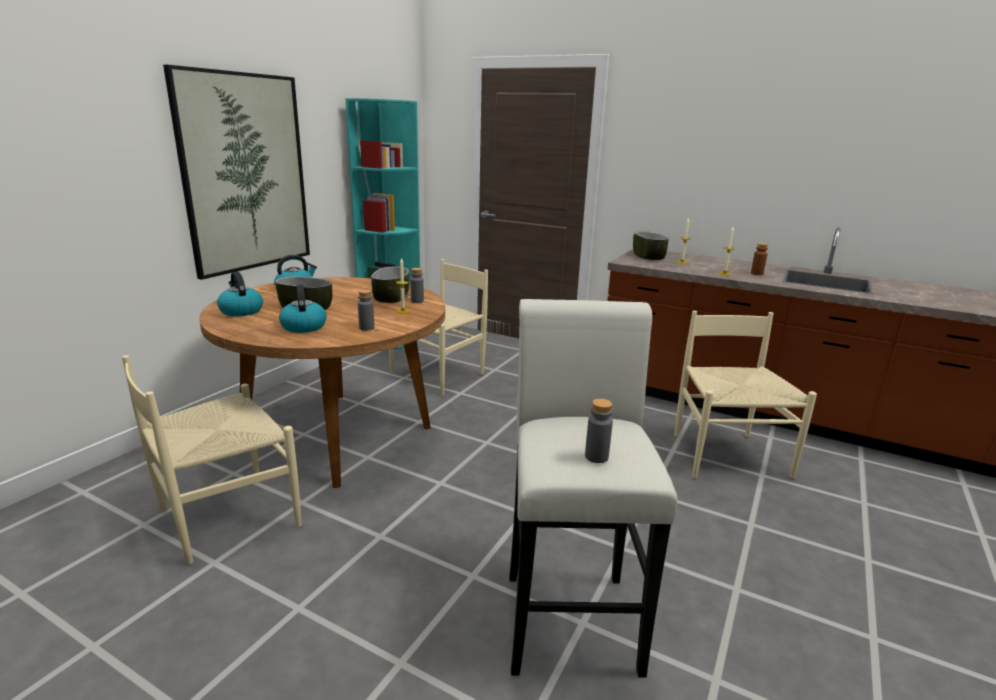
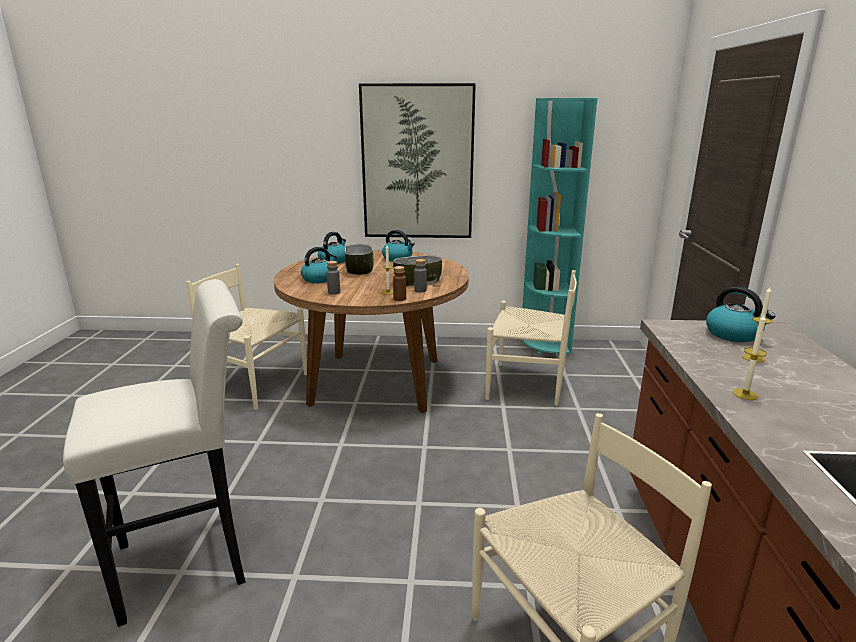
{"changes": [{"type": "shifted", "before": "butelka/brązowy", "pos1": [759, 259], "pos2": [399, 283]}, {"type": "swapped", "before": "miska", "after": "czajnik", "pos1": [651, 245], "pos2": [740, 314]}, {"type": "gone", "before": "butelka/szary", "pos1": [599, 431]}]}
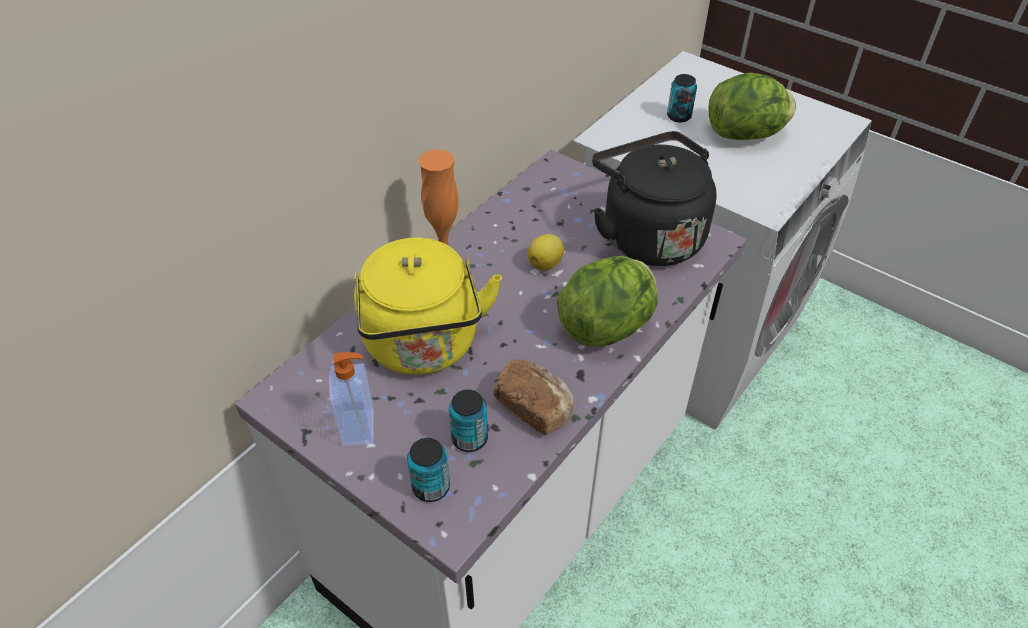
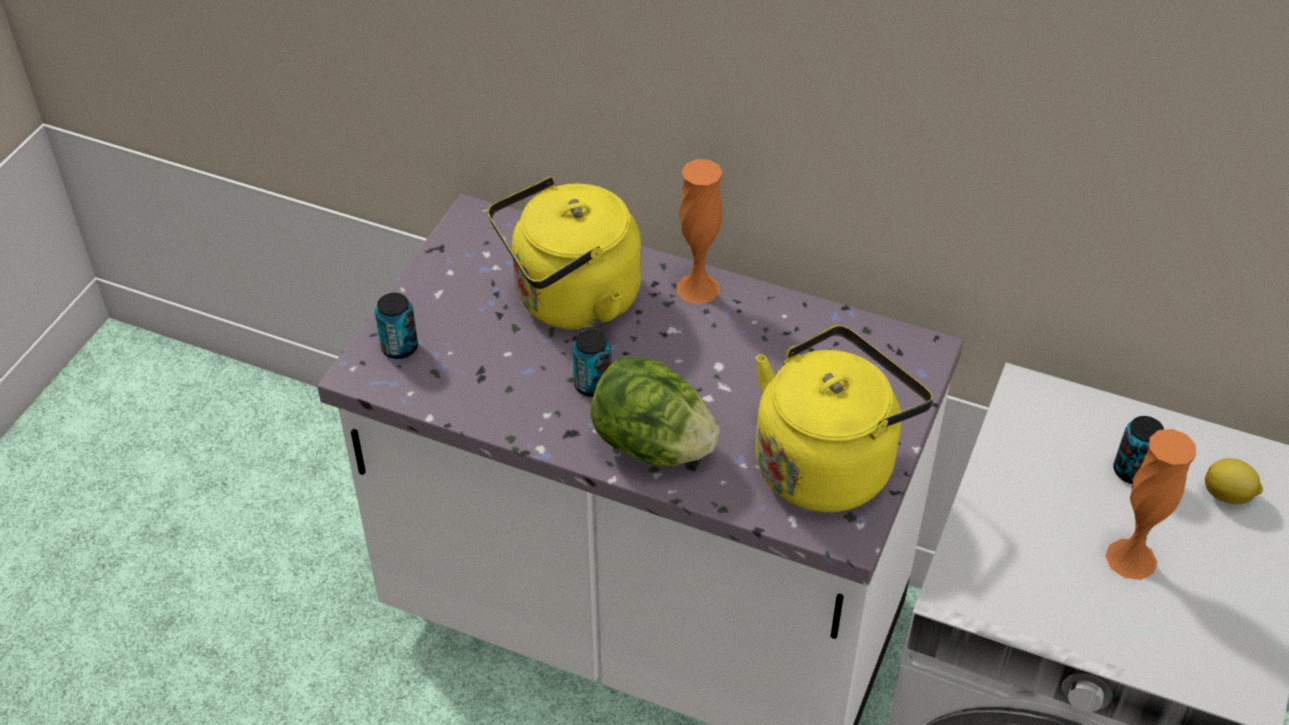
{"changes": [{"type": "shifted", "before": "puszka", "pos1": [468, 420], "pos2": [591, 363]}, {"type": "repainted", "before": "czajnik/czarny", "after": "czajnik/żółty", "pos1": [654, 198], "pos2": [844, 418]}, {"type": "swapped", "before": "sałata", "after": "wazon/pomarańczowy", "pos1": [752, 106], "pos2": [1150, 504]}, {"type": "shifted", "before": "cytryna", "pos1": [546, 252], "pos2": [1234, 481]}, {"type": "gone", "before": "dozownik mydła", "pos1": [351, 399]}, {"type": "gone", "before": "chleb", "pos1": [533, 397]}]}
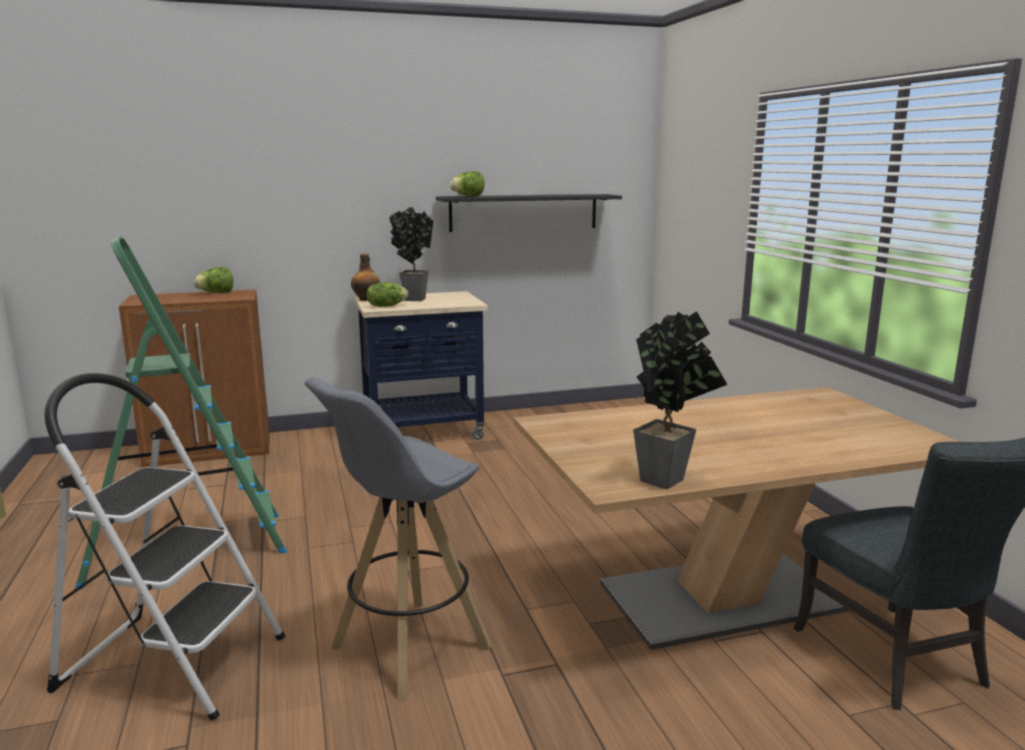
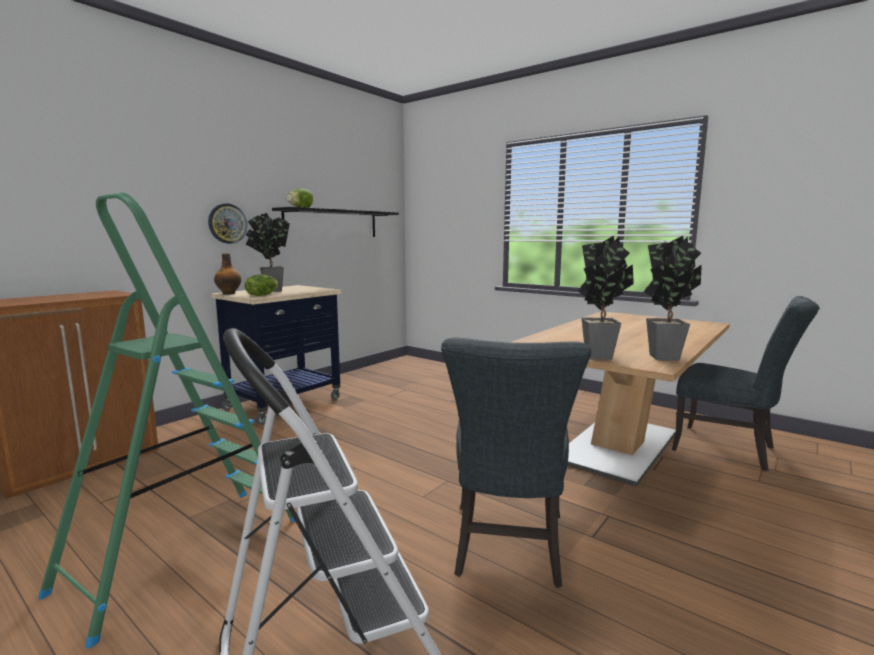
{"changes": [{"type": "new", "after": "zegar ścienny", "pos2": [227, 223]}, {"type": "swapped", "before": "stołek/szary", "after": "krzesło/szary", "pos1": [397, 538], "pos2": [516, 462]}, {"type": "new", "after": "roślina doniczkowa", "pos2": [606, 298]}, {"type": "gone", "before": "sałata", "pos1": [213, 280]}]}
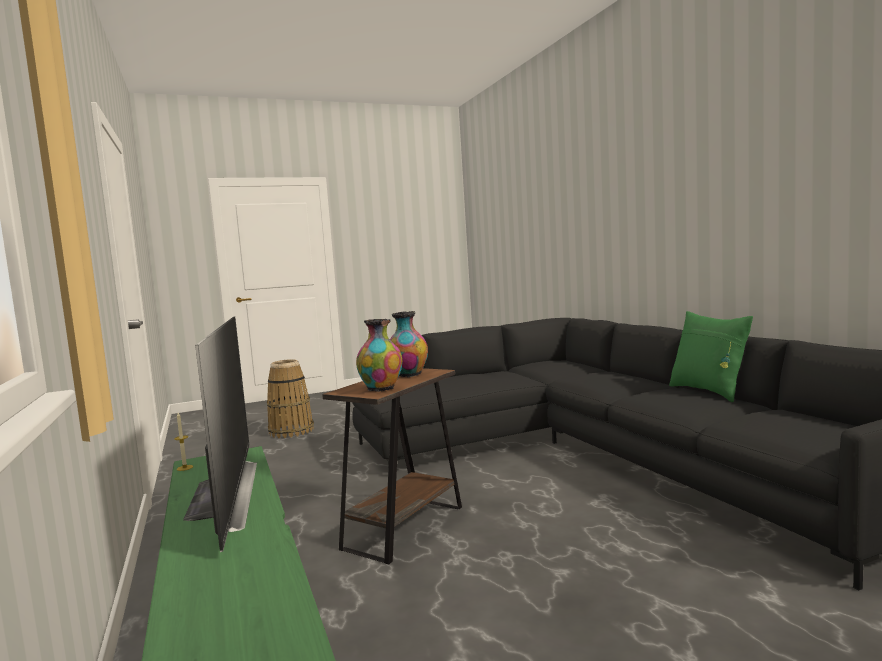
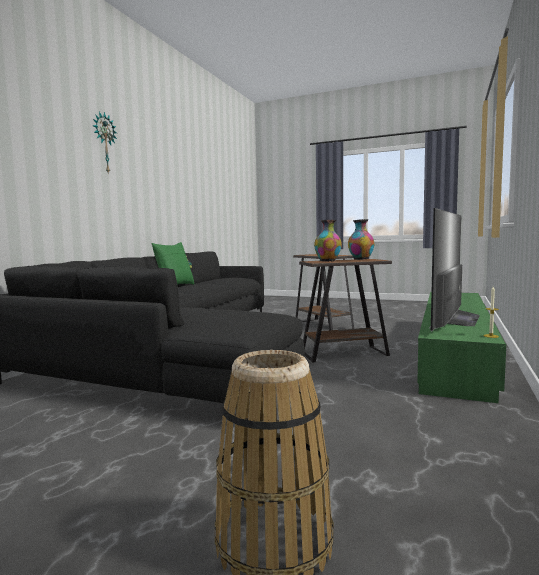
{"changes": [{"type": "new", "after": "zegar ścienny", "pos2": [104, 142]}, {"type": "new", "after": "stolik/brązowy", "pos2": [323, 292]}]}
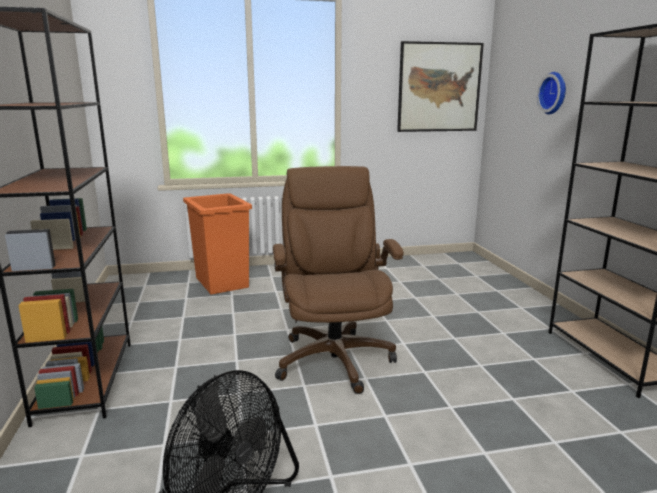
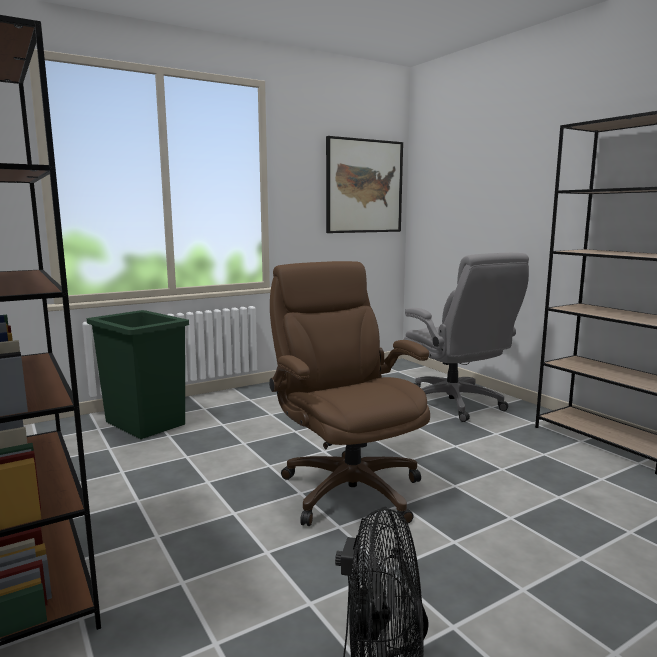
{"changes": [{"type": "repainted", "before": "kosz na śmieci/pomarańczowy", "after": "kosz na śmieci/zielony", "pos1": [217, 244], "pos2": [138, 374]}, {"type": "new", "after": "krzesło biurowe/szary", "pos2": [466, 337]}, {"type": "gone", "before": "zegar ścienny", "pos1": [551, 93]}]}
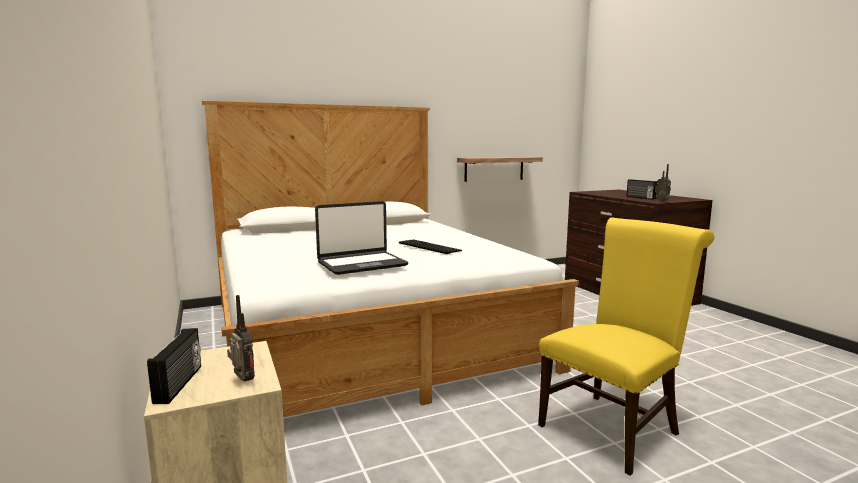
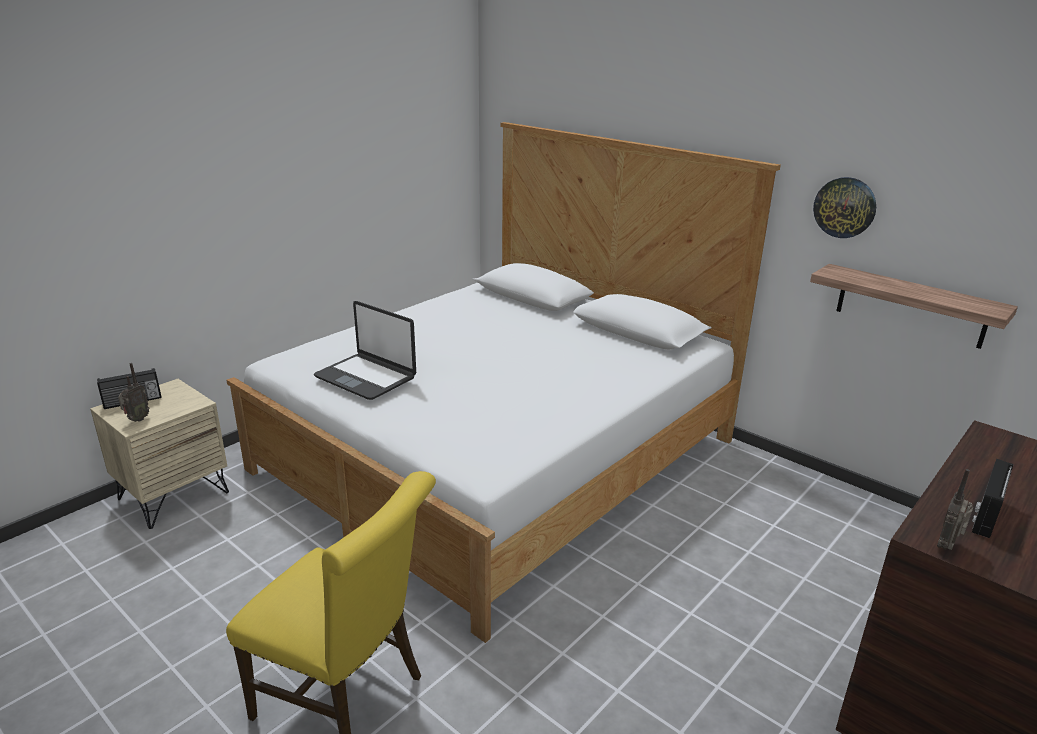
{"changes": [{"type": "new", "after": "zegar ścienny", "pos2": [844, 207]}, {"type": "gone", "before": "klawiatura", "pos1": [430, 246]}]}
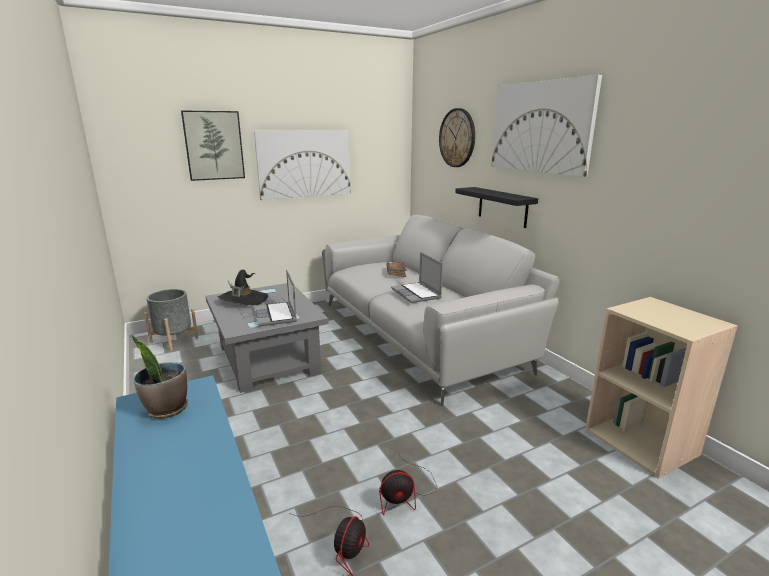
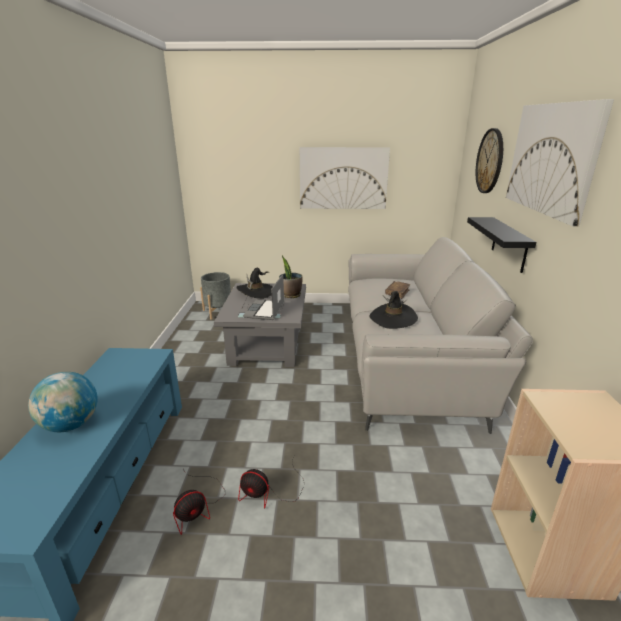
{"changes": [{"type": "new", "after": "globus", "pos2": [62, 402]}, {"type": "shifted", "before": "roślina doniczkowa", "pos1": [160, 377], "pos2": [291, 276]}, {"type": "swapped", "before": "laptop", "after": "kapelusz/czarny", "pos1": [417, 277], "pos2": [393, 310]}, {"type": "gone", "before": "obraz", "pos1": [213, 145]}]}
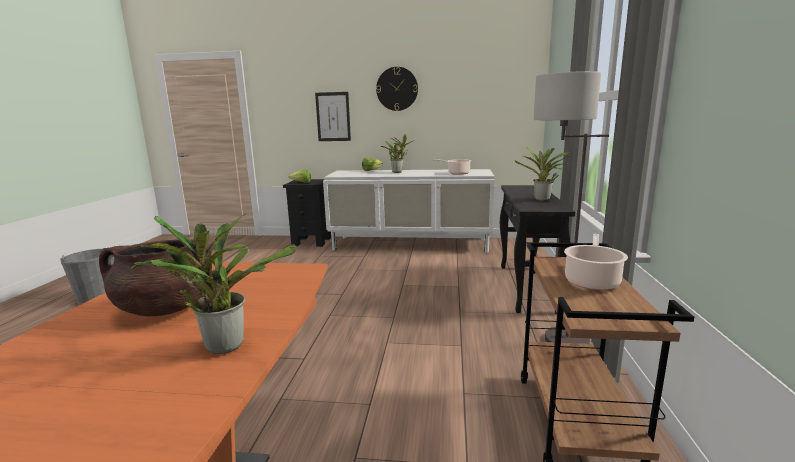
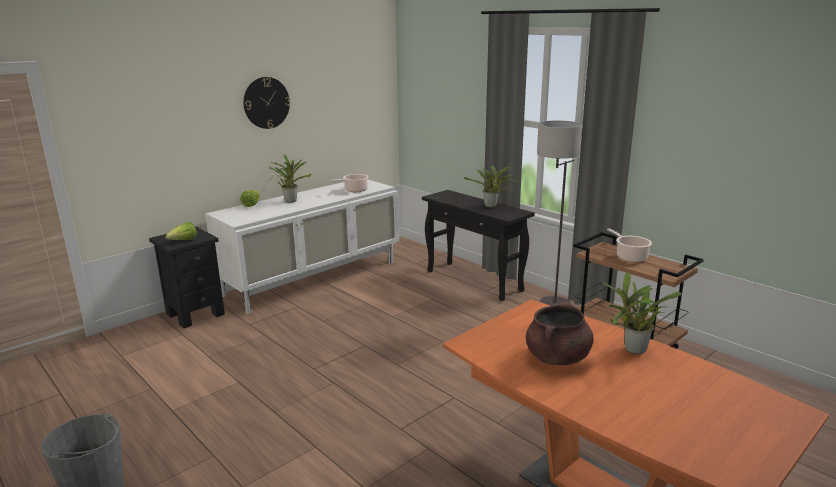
{"changes": [{"type": "gone", "before": "obraz", "pos1": [333, 116]}]}
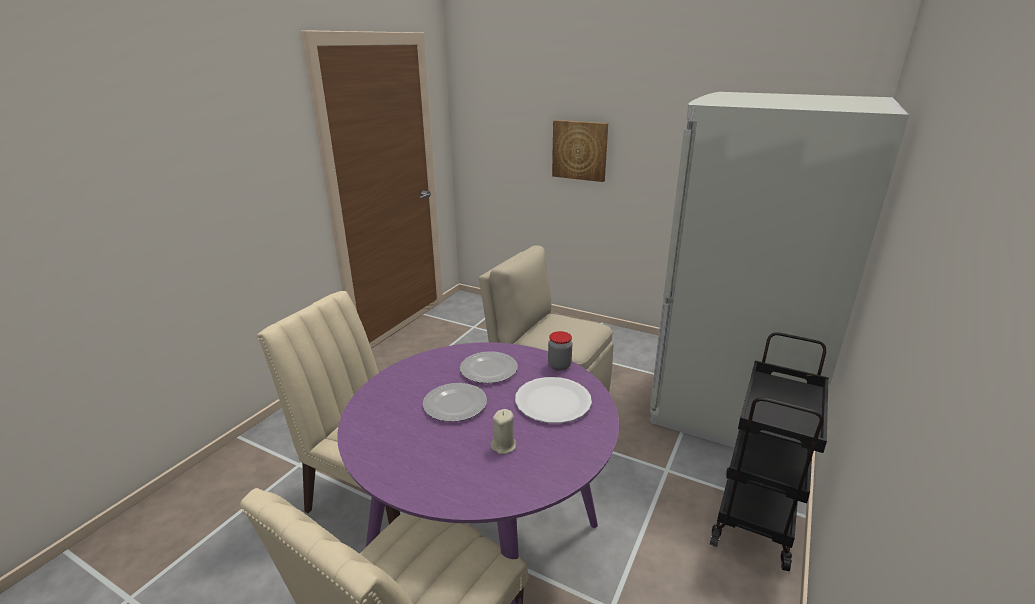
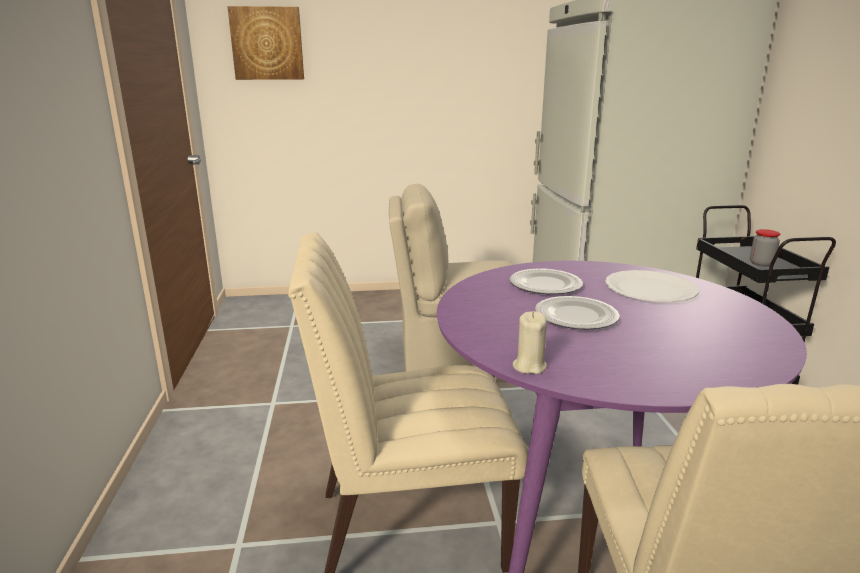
{"changes": [{"type": "shifted", "before": "obraz", "pos1": [580, 151], "pos2": [265, 43]}, {"type": "shifted", "before": "świeca/beżowy", "pos1": [503, 431], "pos2": [530, 342]}, {"type": "shifted", "before": "słoik", "pos1": [560, 351], "pos2": [765, 247]}]}
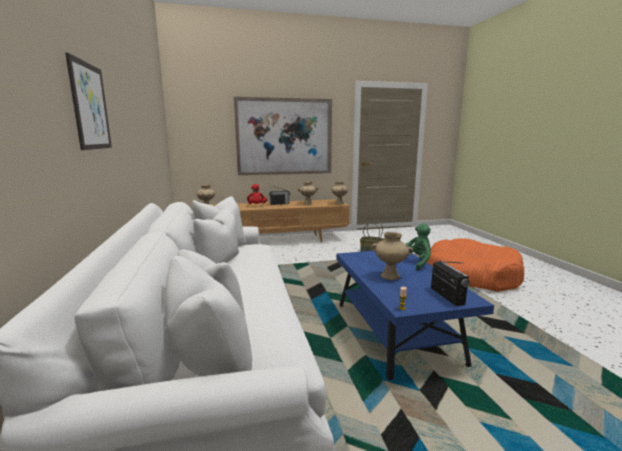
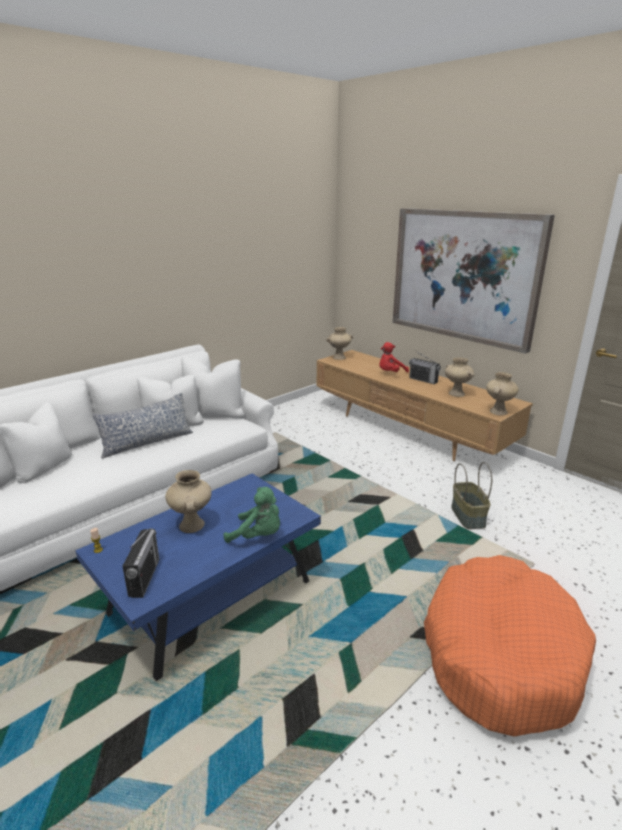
{"changes": [{"type": "new", "after": "poduszka", "pos2": [142, 426]}, {"type": "rotated", "before": "radio", "pos1": [450, 283], "pos2": [140, 563], "turn": -45}, {"type": "gone", "before": "obraz", "pos1": [88, 101]}]}
